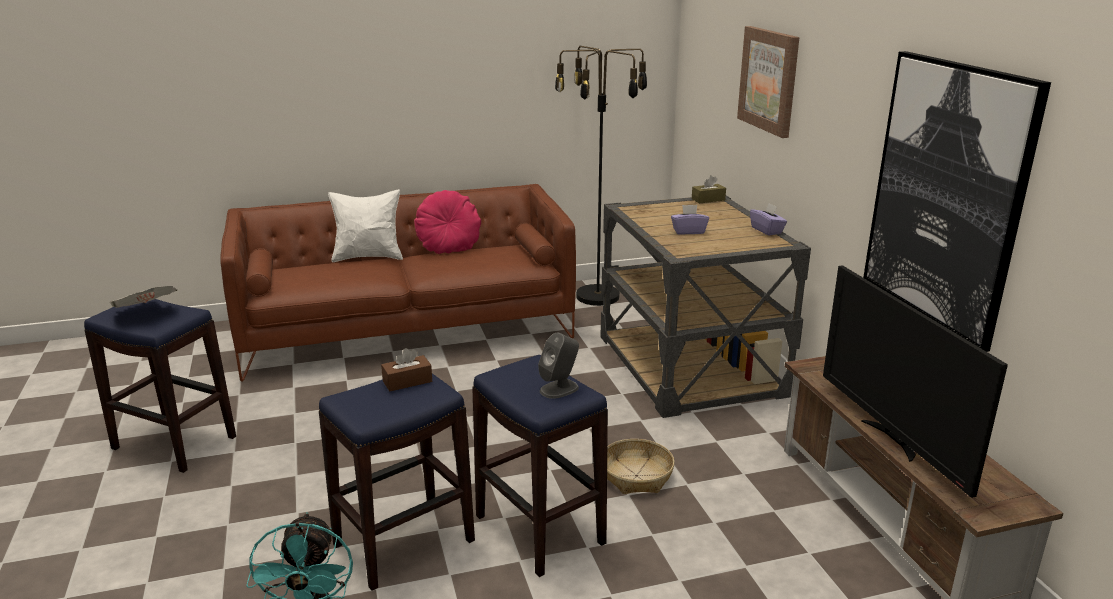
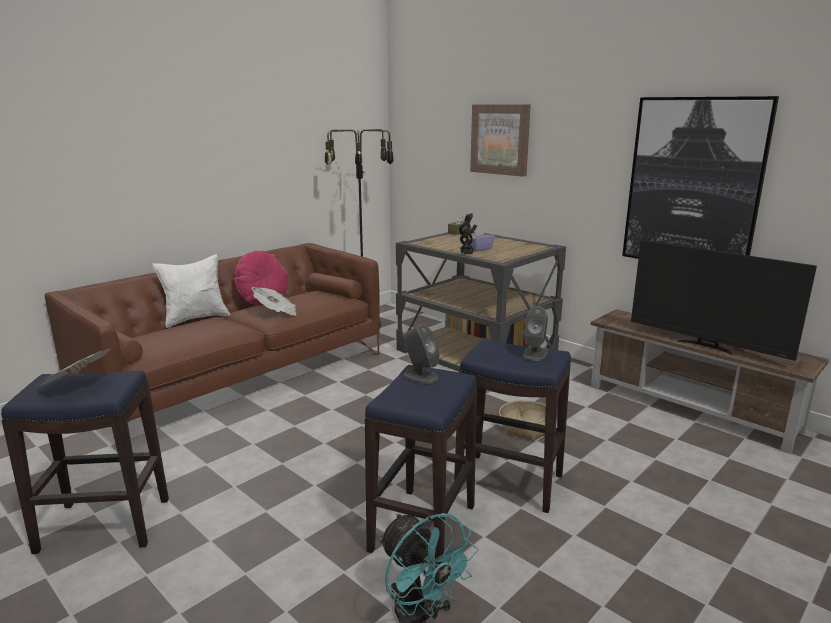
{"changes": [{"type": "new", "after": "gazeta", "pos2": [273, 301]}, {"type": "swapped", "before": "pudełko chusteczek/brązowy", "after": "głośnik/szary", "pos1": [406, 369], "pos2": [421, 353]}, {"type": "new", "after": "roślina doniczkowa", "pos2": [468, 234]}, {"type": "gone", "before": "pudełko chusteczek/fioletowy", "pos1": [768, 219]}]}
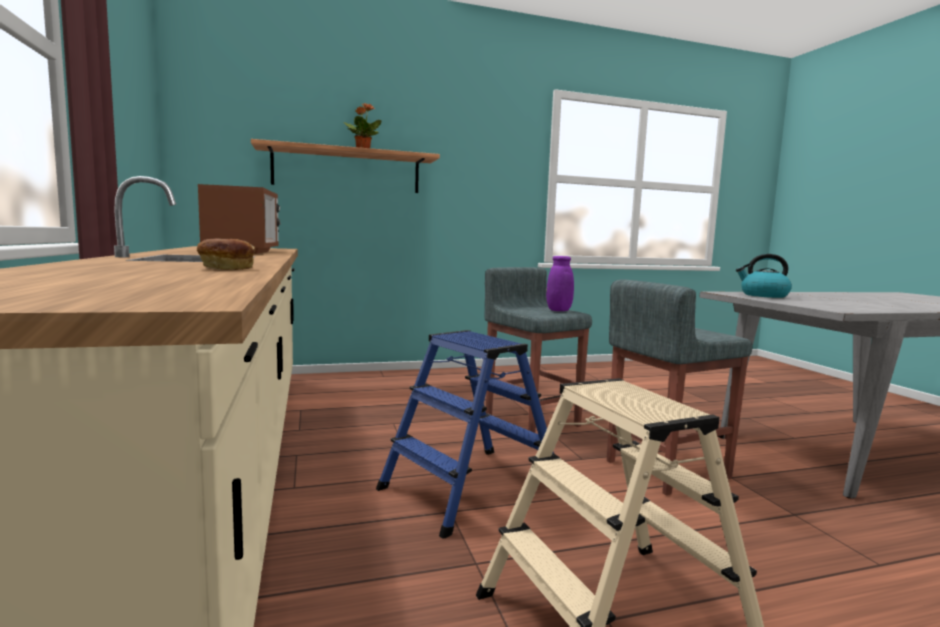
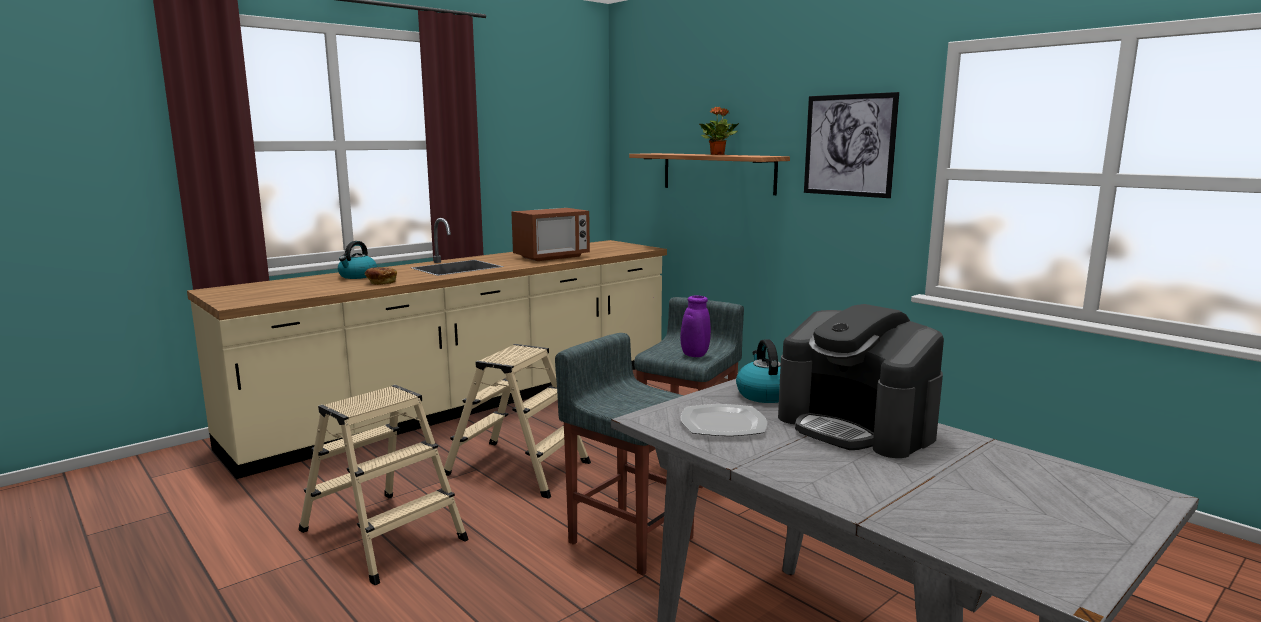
{"changes": [{"type": "new", "after": "czajnik", "pos2": [357, 260]}, {"type": "repainted", "before": "drabinka/niebieski", "after": "drabinka/beżowy", "pos1": [465, 434], "pos2": [517, 421]}, {"type": "new", "after": "talerz", "pos2": [724, 420]}, {"type": "new", "after": "ekspres do kawy", "pos2": [861, 381]}, {"type": "new", "after": "obraz", "pos2": [851, 145]}]}
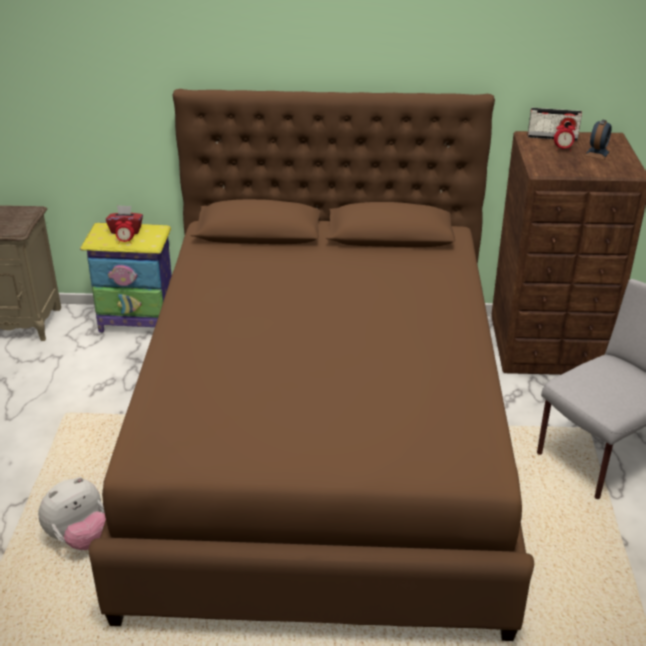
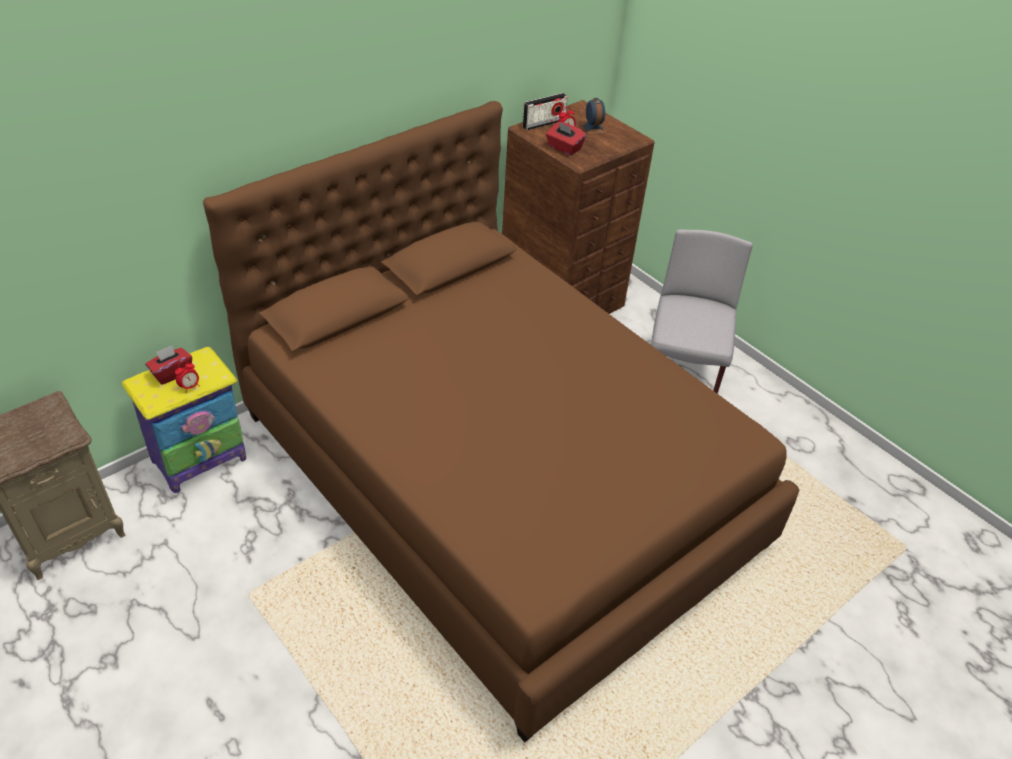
{"changes": [{"type": "new", "after": "pudełko chusteczek/czerwony", "pos2": [566, 138]}, {"type": "gone", "before": "pluszak", "pos1": [72, 513]}]}
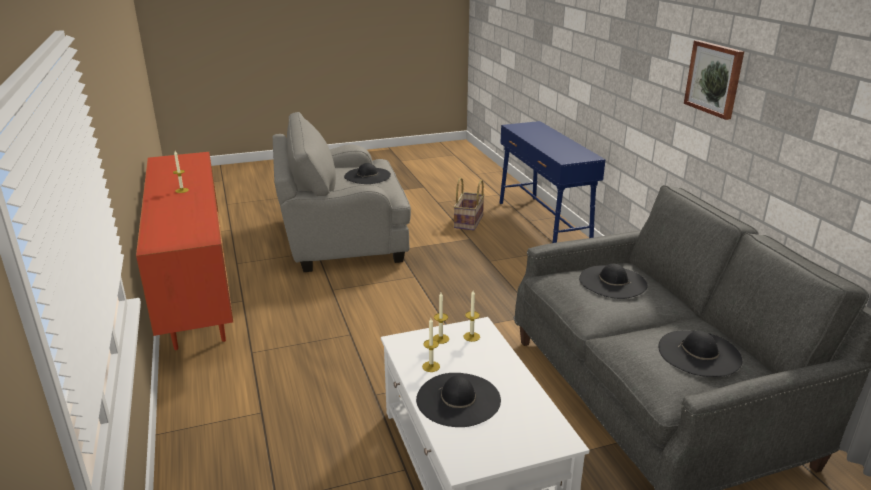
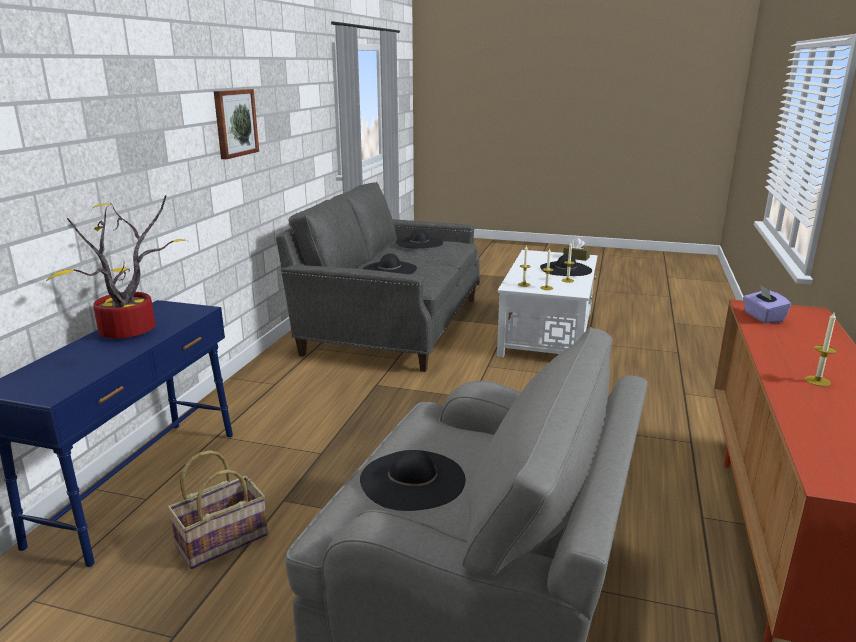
{"changes": [{"type": "new", "after": "roślina doniczkowa", "pos2": [116, 266]}, {"type": "new", "after": "pudełko chusteczek/brązowy", "pos2": [576, 249]}, {"type": "new", "after": "pudełko chusteczek/fioletowy", "pos2": [767, 304]}]}
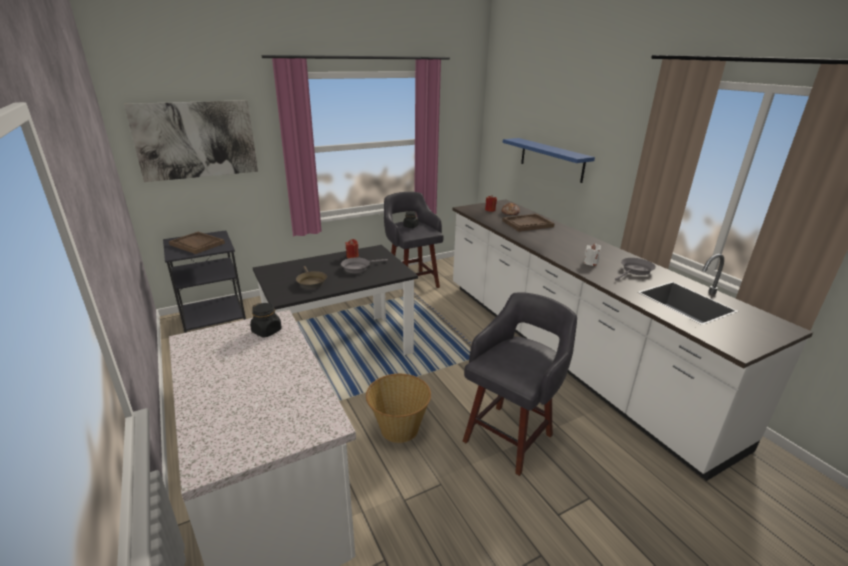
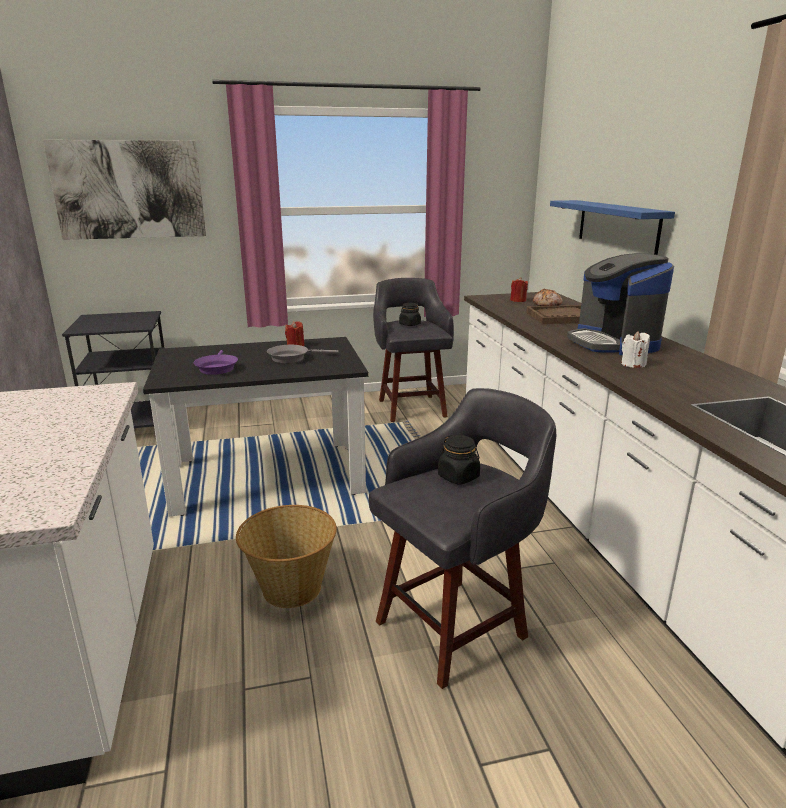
{"changes": [{"type": "repainted", "before": "patelnia/brązowy", "after": "patelnia/fioletowy", "pos1": [311, 277], "pos2": [216, 362]}, {"type": "shifted", "before": "słoik/czarny", "pos1": [266, 320], "pos2": [459, 460]}, {"type": "new", "after": "ekspres do kawy", "pos2": [620, 304]}, {"type": "gone", "before": "taca/brązowy", "pos1": [197, 243]}, {"type": "gone", "before": "patelnia/szary", "pos1": [635, 269]}]}
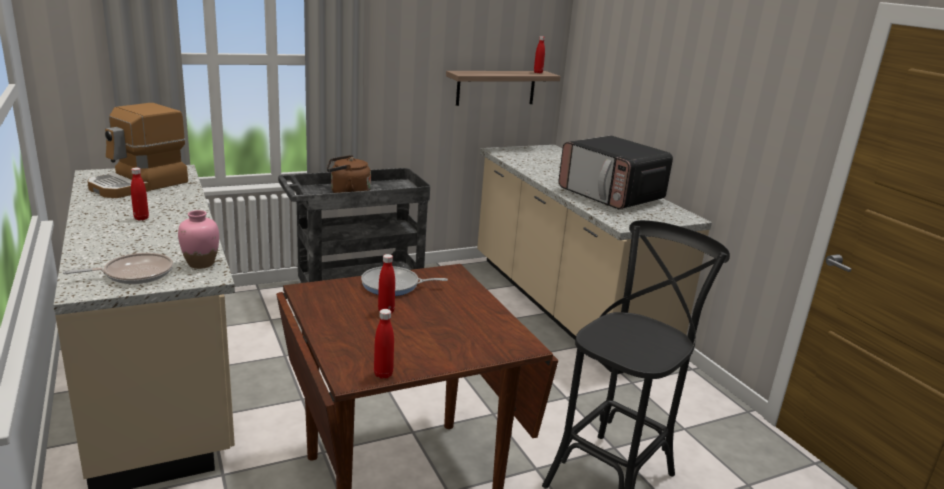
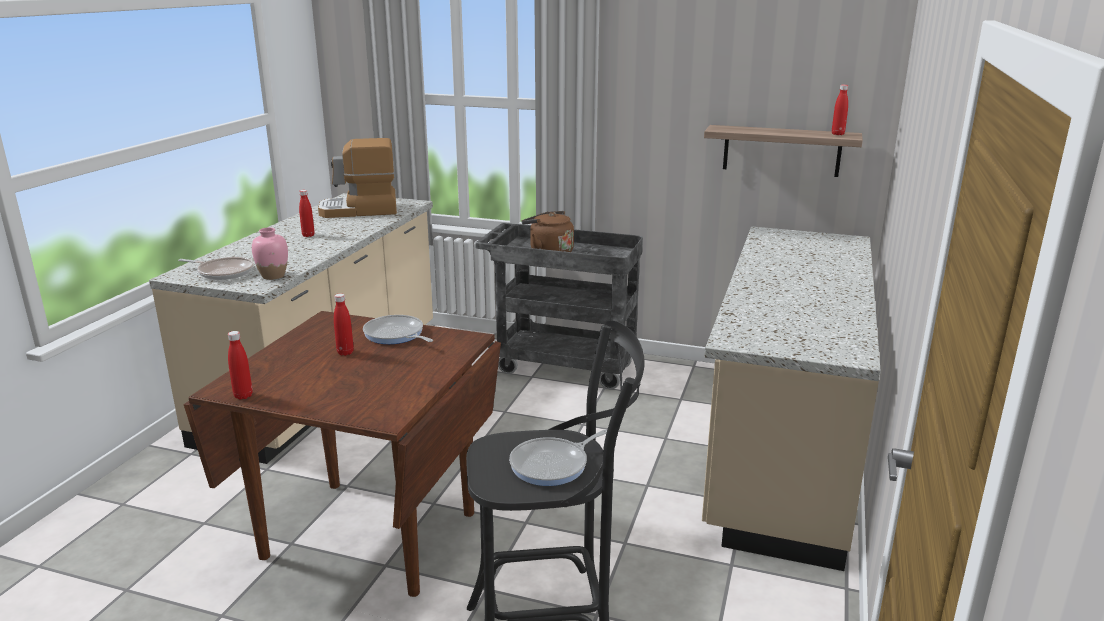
{"changes": [{"type": "new", "after": "patelnia", "pos2": [558, 458]}, {"type": "gone", "before": "mikrofalówka", "pos1": [616, 172]}]}
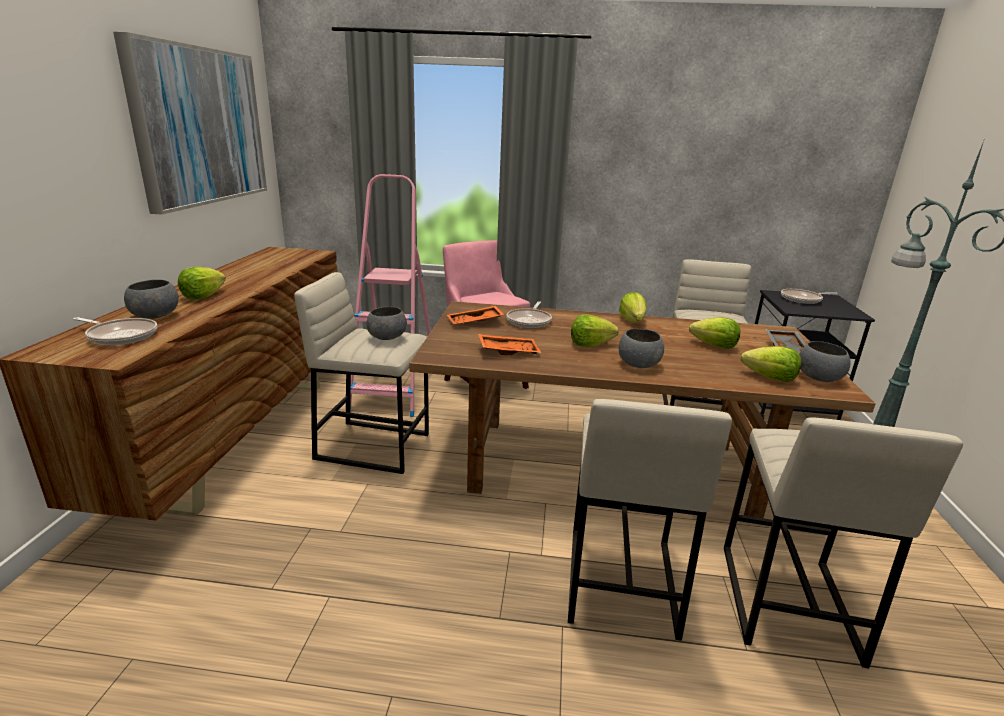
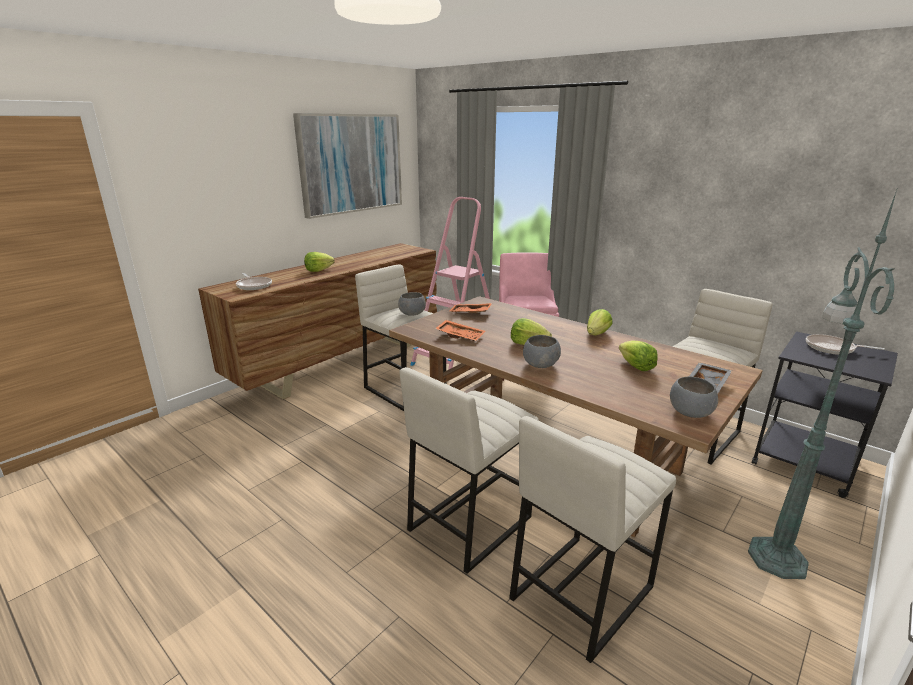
{"changes": [{"type": "gone", "before": "miska/szary", "pos1": [151, 299]}, {"type": "gone", "before": "patelnia", "pos1": [529, 314]}, {"type": "gone", "before": "sałata", "pos1": [771, 364]}]}
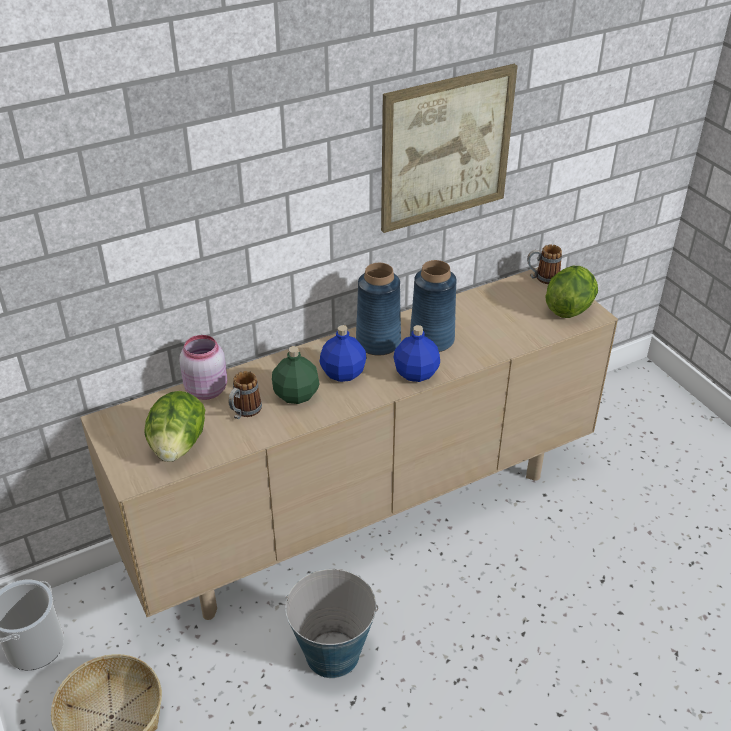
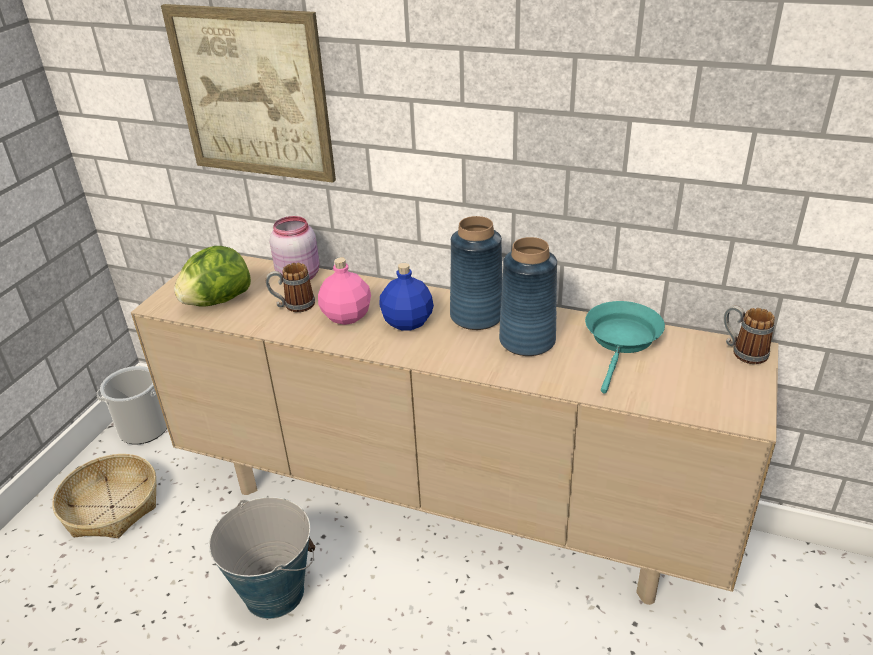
{"changes": [{"type": "shifted", "before": "obraz", "pos1": [449, 148], "pos2": [248, 93]}, {"type": "repainted", "before": "butelka/zielony", "after": "butelka/różowy", "pos1": [295, 375], "pos2": [344, 291]}, {"type": "new", "after": "patelnia/turkusowy", "pos2": [625, 347]}, {"type": "gone", "before": "butelka/niebieski", "pos1": [416, 353]}, {"type": "gone", "before": "sałata", "pos1": [571, 292]}]}
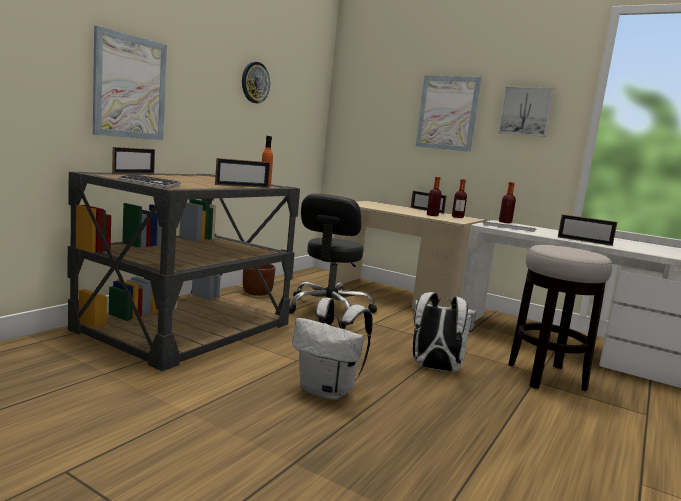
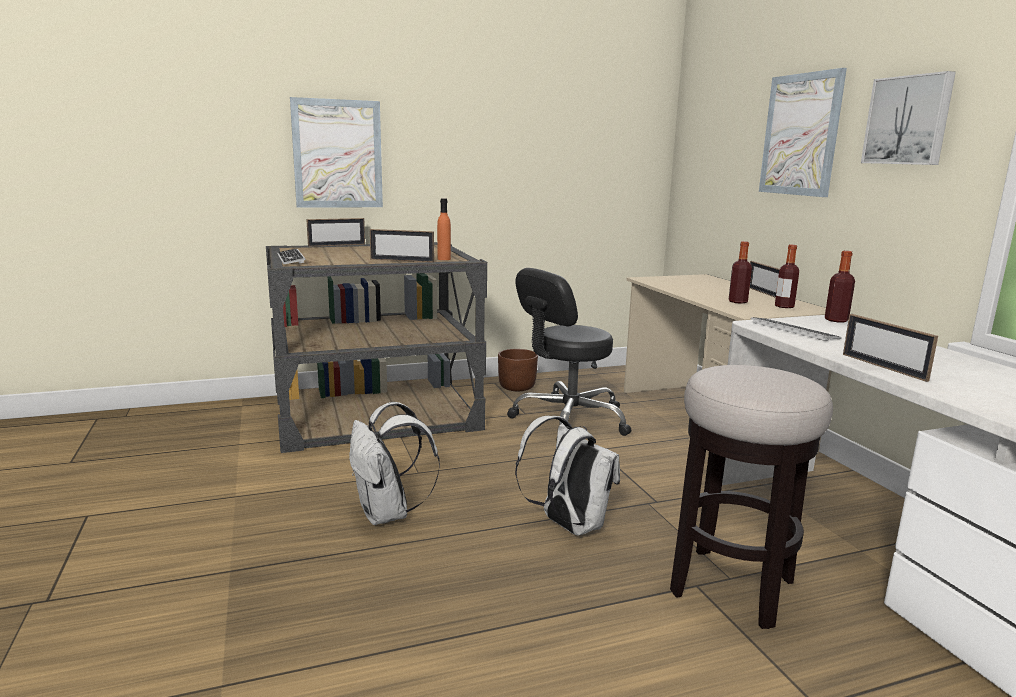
{"changes": [{"type": "gone", "before": "zegar ścienny", "pos1": [256, 82]}]}
